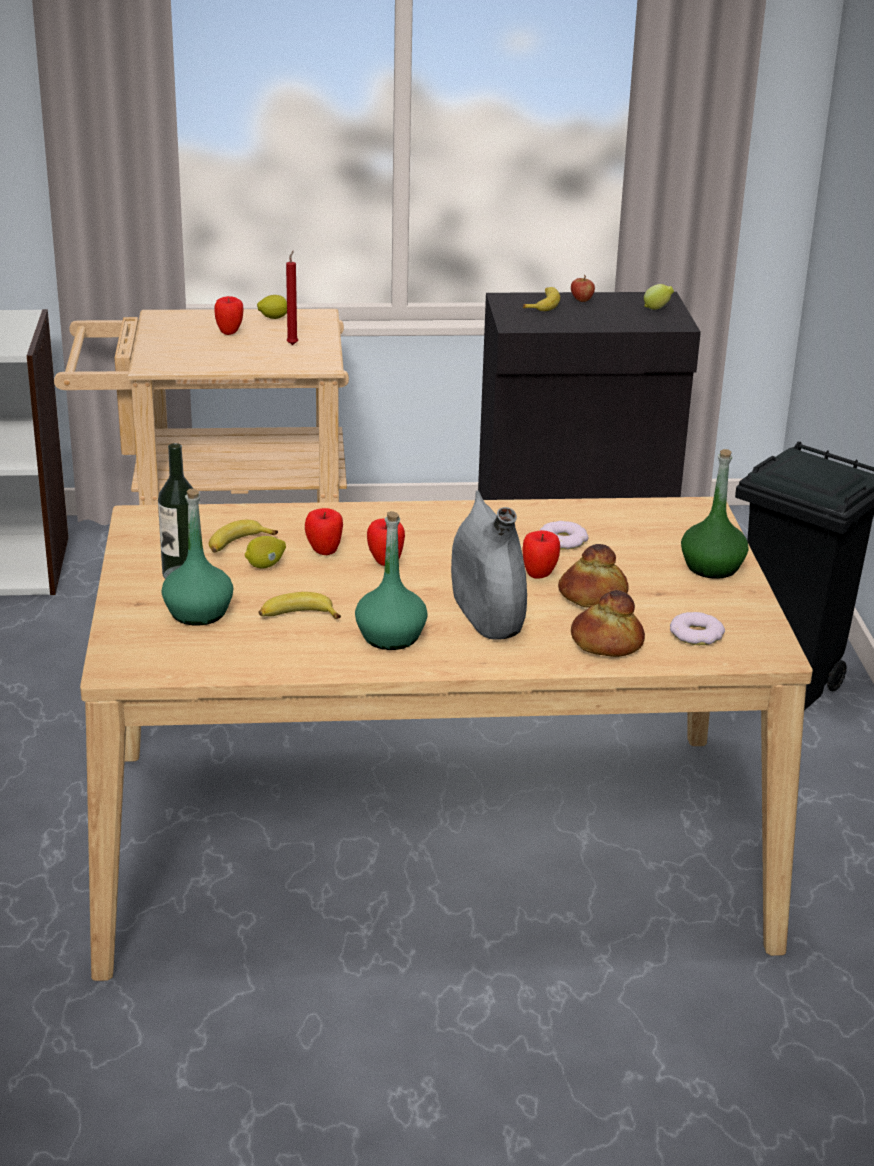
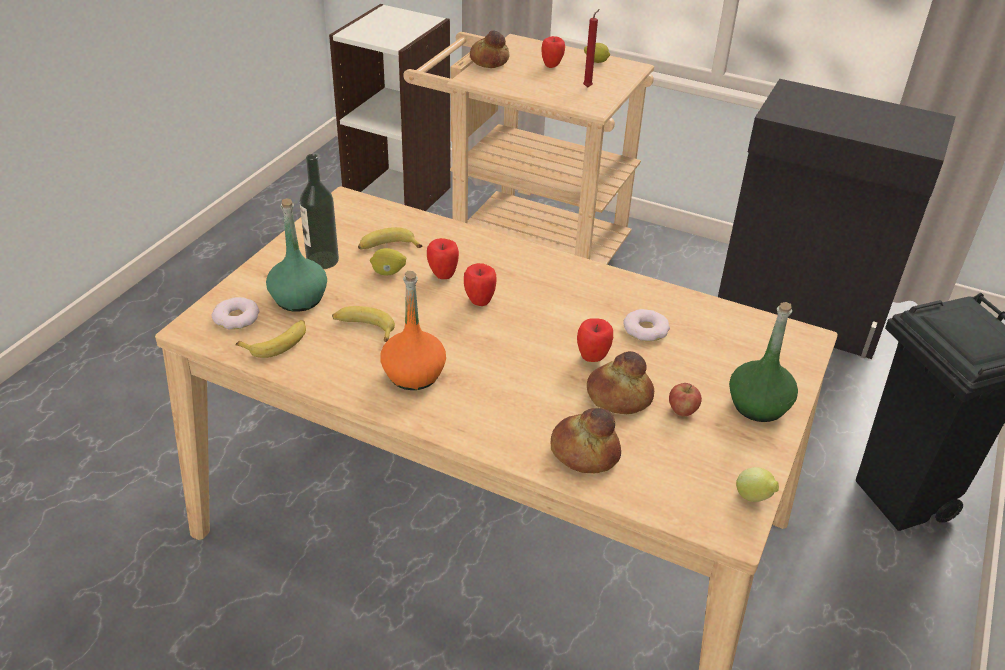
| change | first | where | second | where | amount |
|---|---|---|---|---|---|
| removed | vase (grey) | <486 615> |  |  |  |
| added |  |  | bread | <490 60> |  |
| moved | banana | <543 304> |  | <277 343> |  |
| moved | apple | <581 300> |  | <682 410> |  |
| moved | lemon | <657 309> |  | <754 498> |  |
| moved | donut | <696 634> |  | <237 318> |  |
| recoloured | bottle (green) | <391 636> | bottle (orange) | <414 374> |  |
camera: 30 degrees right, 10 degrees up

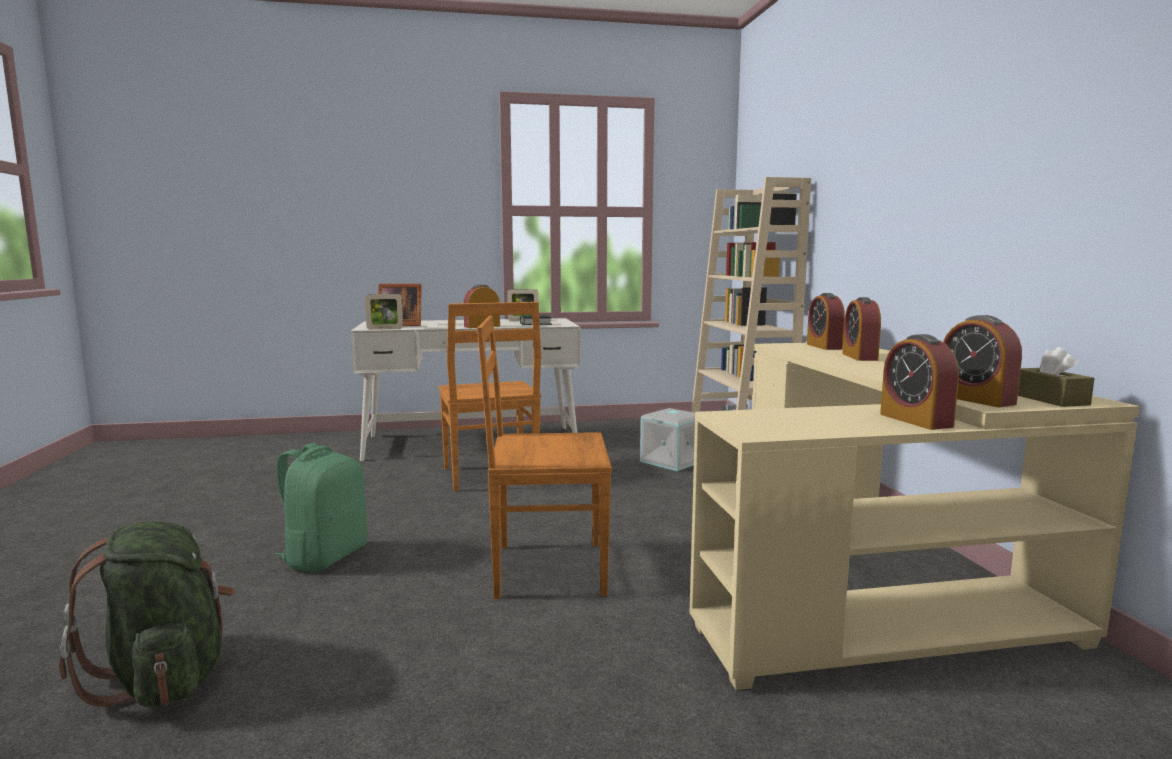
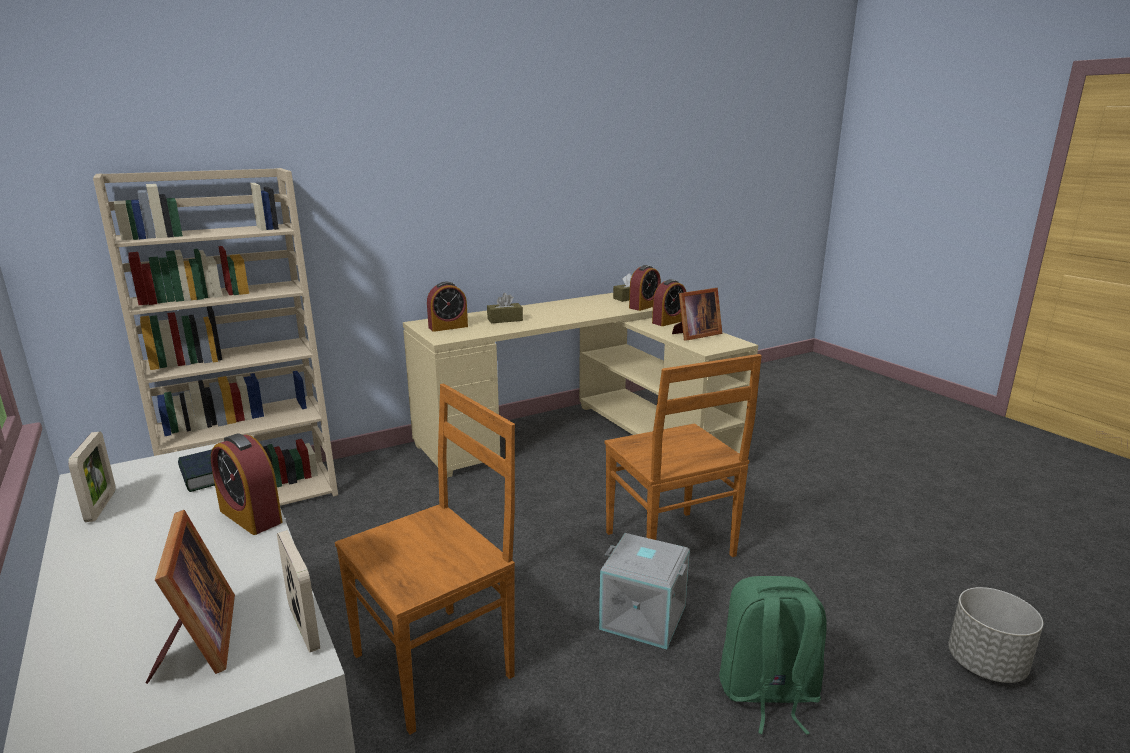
| change | first | where | second | where | amount |
|---|---|---|---|---|---|
| added |  |  | picture frame | <695 335> |  |
| moved | storage box (grey) | <672 461> |  | <644 616> |  |
| replaced | backpack (green) | <165 678> | planter (grey) | <986 665> |  |
| replaced | alarm clock | <859 357> | tissue box (brown) | <505 320> |  |
camera: 110 degrees left, 10 degrees up

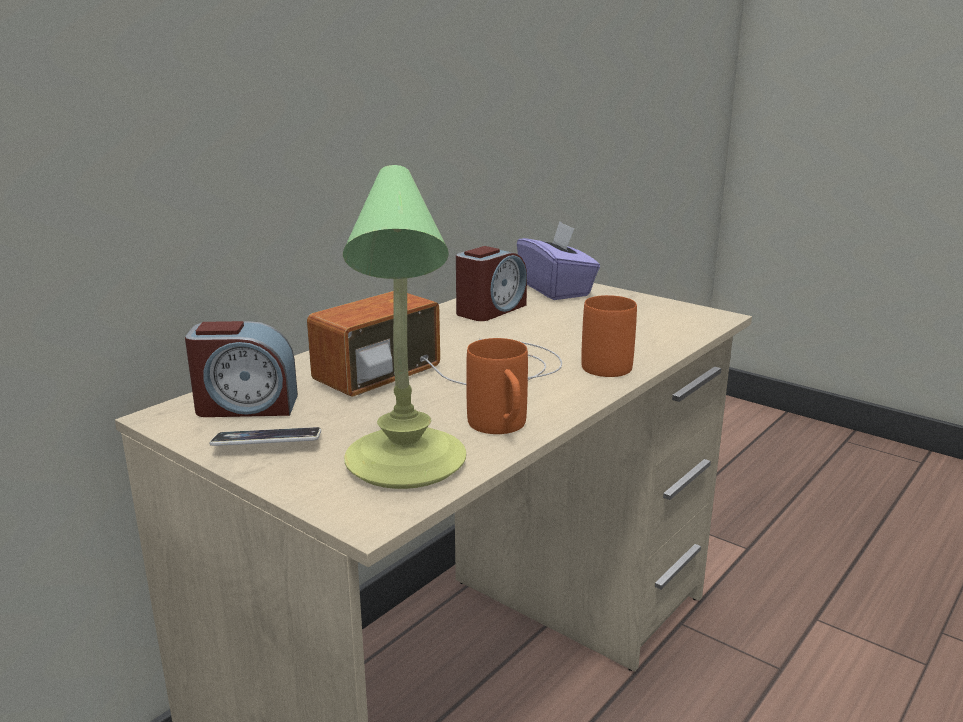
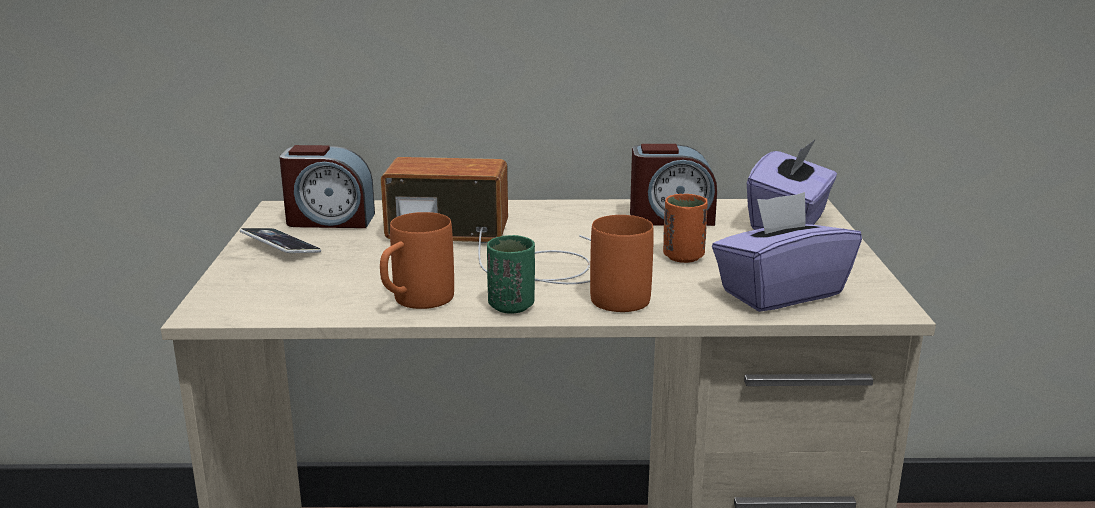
| change | first | where | second | where | amount |
|---|---|---|---|---|---|
| removed | table lamp | <404 464> |  |  |  |
| added |  |  | cup (green) | <511 306> |  |
| added |  |  | cup (orange) | <683 257> |  |
| added |  |  | tissue box (purple) | <780 293> |  |
| turned | alarm clock | <246 406> |  | <330 220> | 45 degrees counterclockwise |
camera: 50 degrees right, 0 degrees up

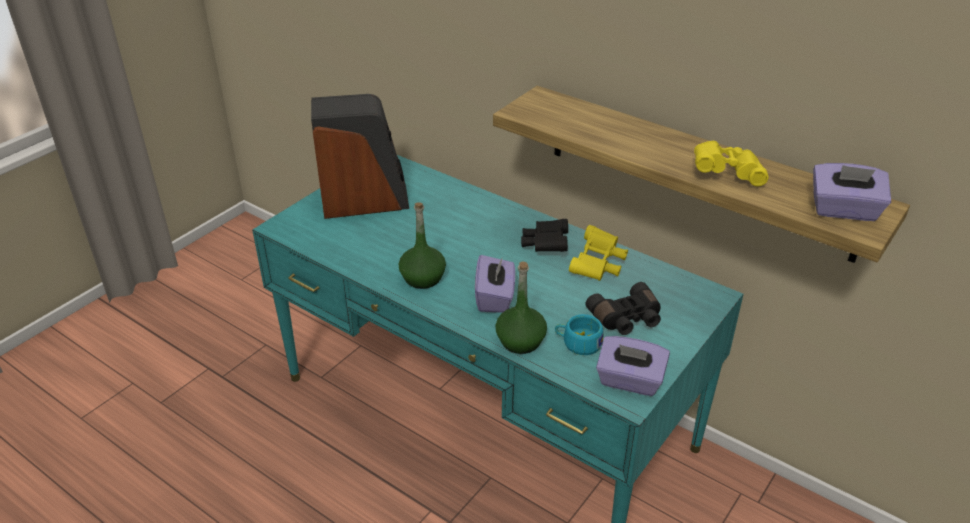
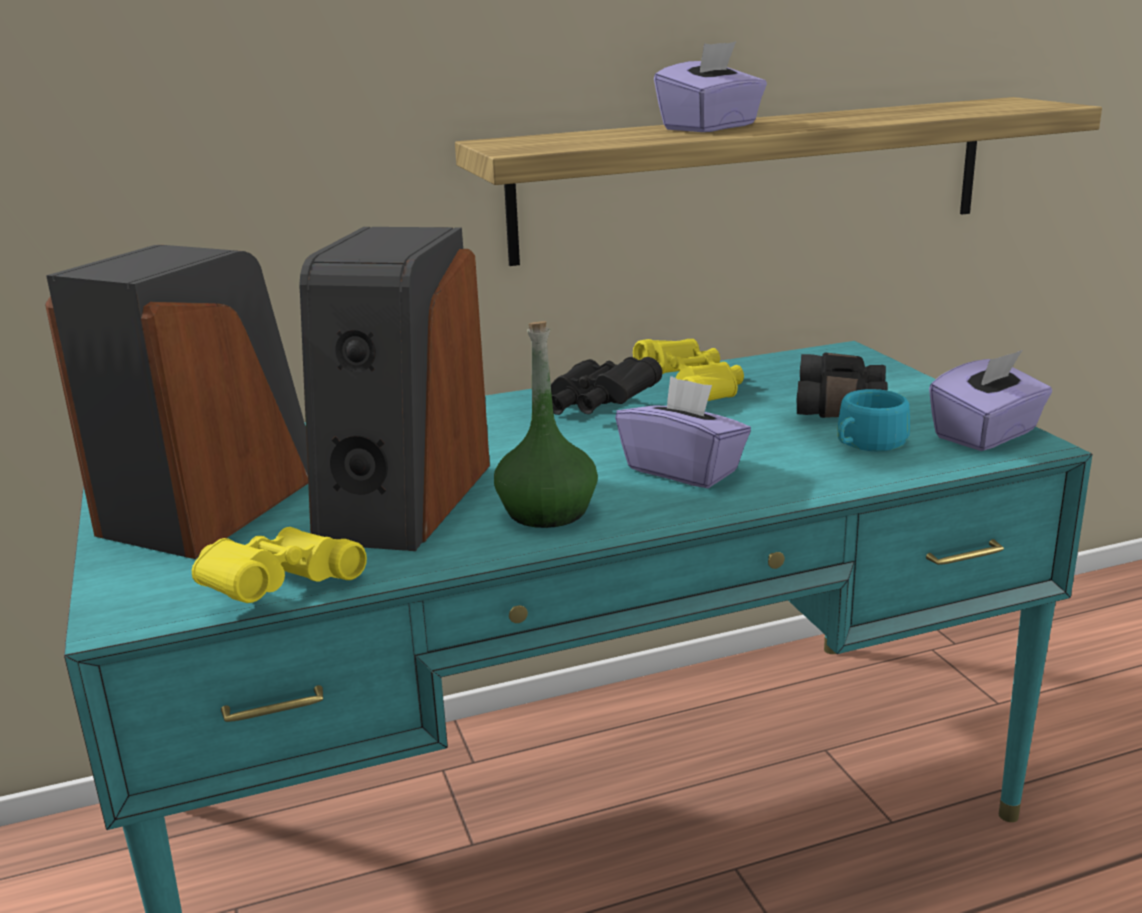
| change | first | where | second | where | amount |
|---|---|---|---|---|---|
| removed | bottle (green) | <521 341> |  |  |  |
| added |  |  | speaker | <402 500> |  |
| moved | binoculars (yellow) | <726 174> |  | <276 591> |  |
| moved | tissue box (purple) | <844 210> |  | <711 127> |  |
camera: 55 degrees left, 15 degrees down

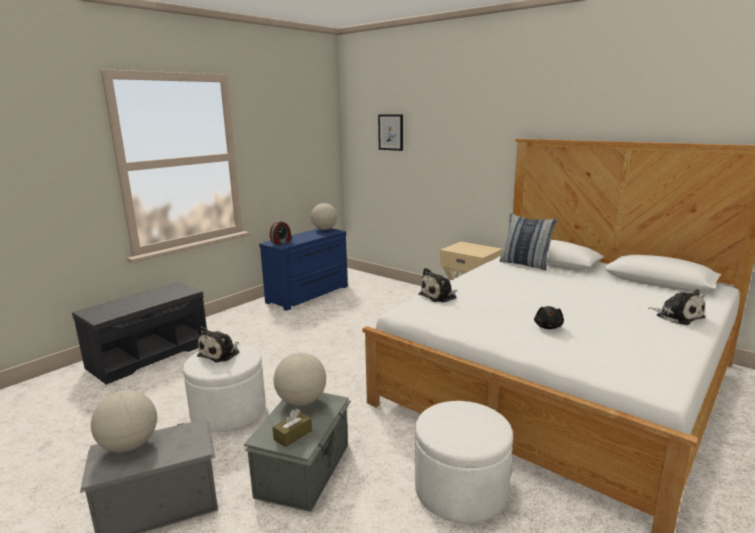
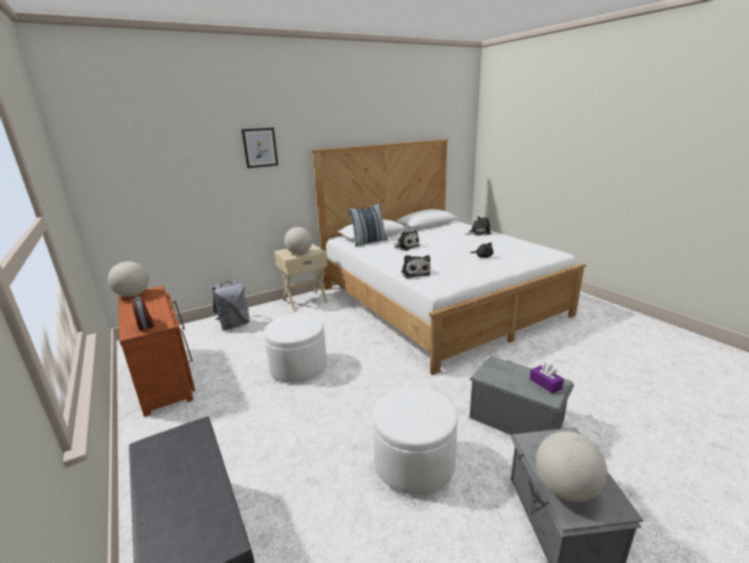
| change | first | where | second | where | amount |
|---|---|---|---|---|---|
| added |  |  | backpack (grey) | <234 325> |  |
| moved | plush toy | <221 353> |  | <406 246> |  |
| moved | globe | <301 401> |  | <299 253> |  |
| moved | picture | <391 132> |  | <260 147> |  |
| moved | ottoman (white) | <461 490> |  | <298 366> |  |
| recoloured | dresser (blue) | <309 295> | dresser (brown) | <166 377> |  |
| recoloured | tissue box (brown) | <293 435> | tissue box (purple) | <545 384> |  |
camera: 70 degrees left, 5 degrees up

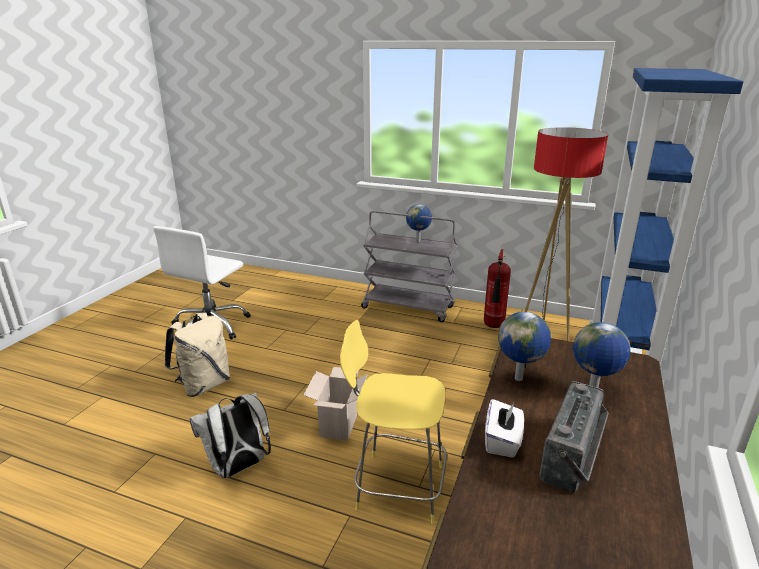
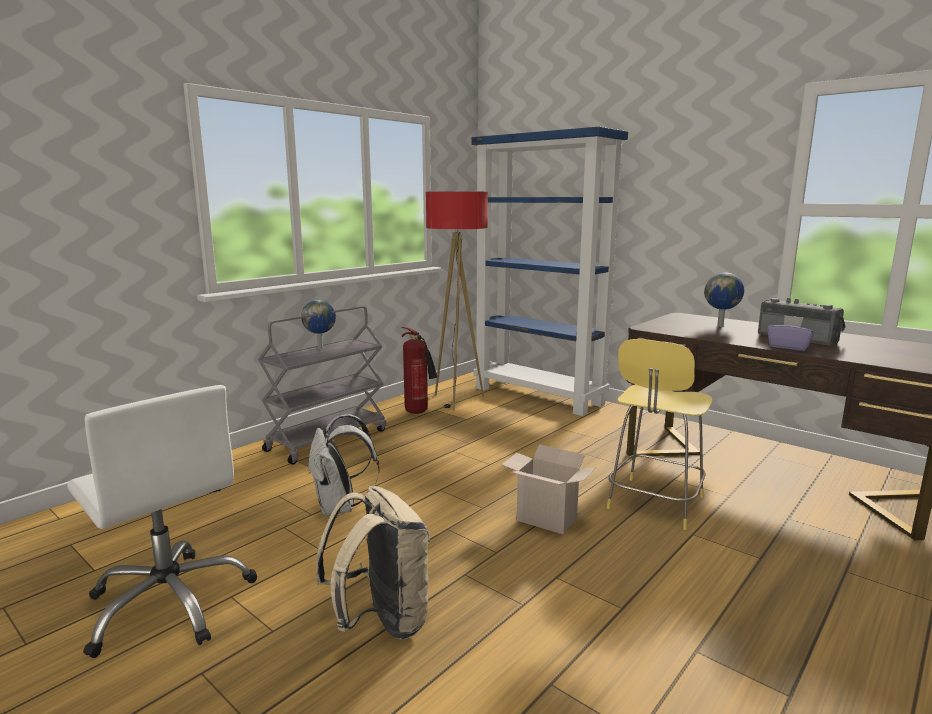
| change | first | where | second | where | amount |
|---|---|---|---|---|---|
| removed | globe | <519 379> |  |  |  |
| moved | backpack (white) | <238 468> |  | <340 507> |  |
| recoloured | tissue box (white) | <502 441> | tissue box (purple) | <788 347> |  |
camera: 70 degrees left, 10 degrees down

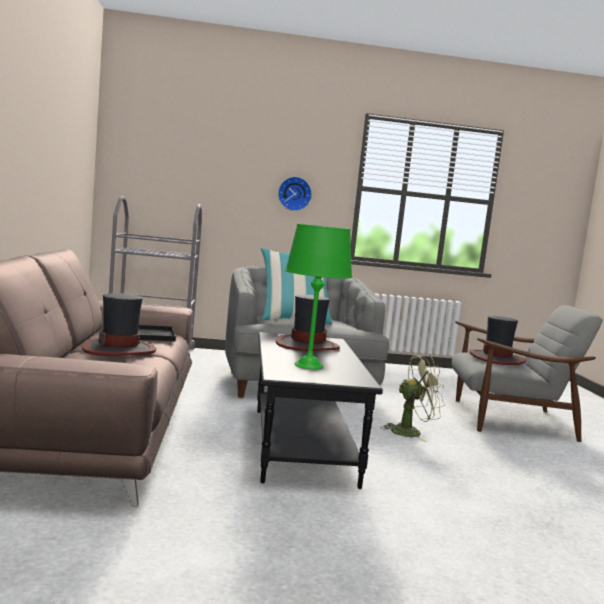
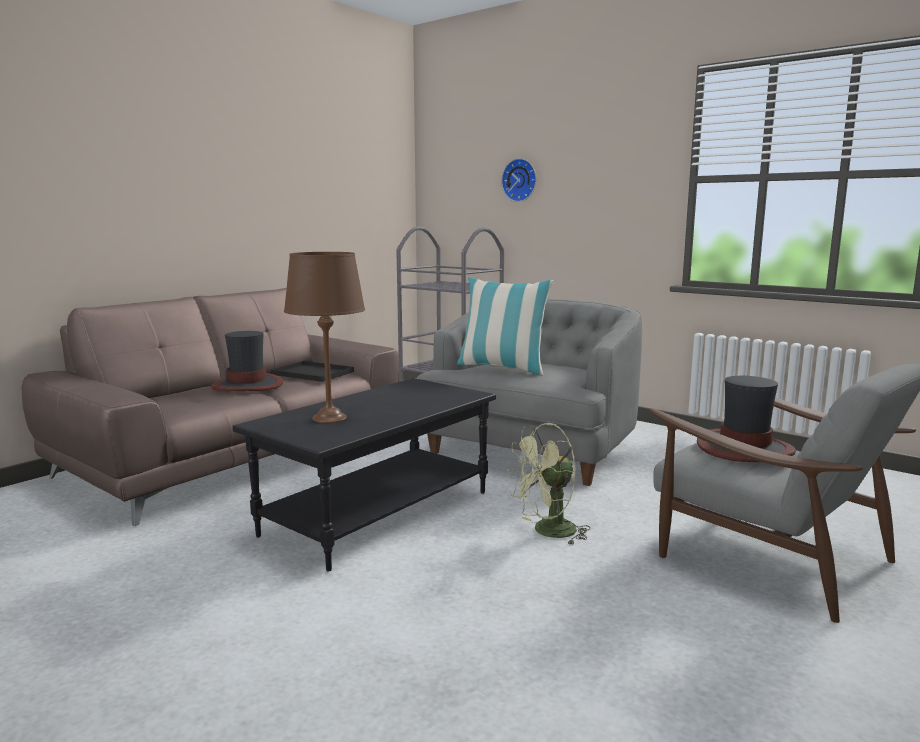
| change | first | where | second | where | amount |
|---|---|---|---|---|---|
| removed | hat | <307 345> |  |  |  |
| moved | wall clock | <294 194> |  | <520 180> |  |
| recoloured | table lamp (green) | <309 365> | table lamp (brown) | <330 418> |  |
| turned | fan (green) | <411 432> |  | <547 532> | 120 degrees clockwise |
camera: 45 degrees right, 5 degrees up

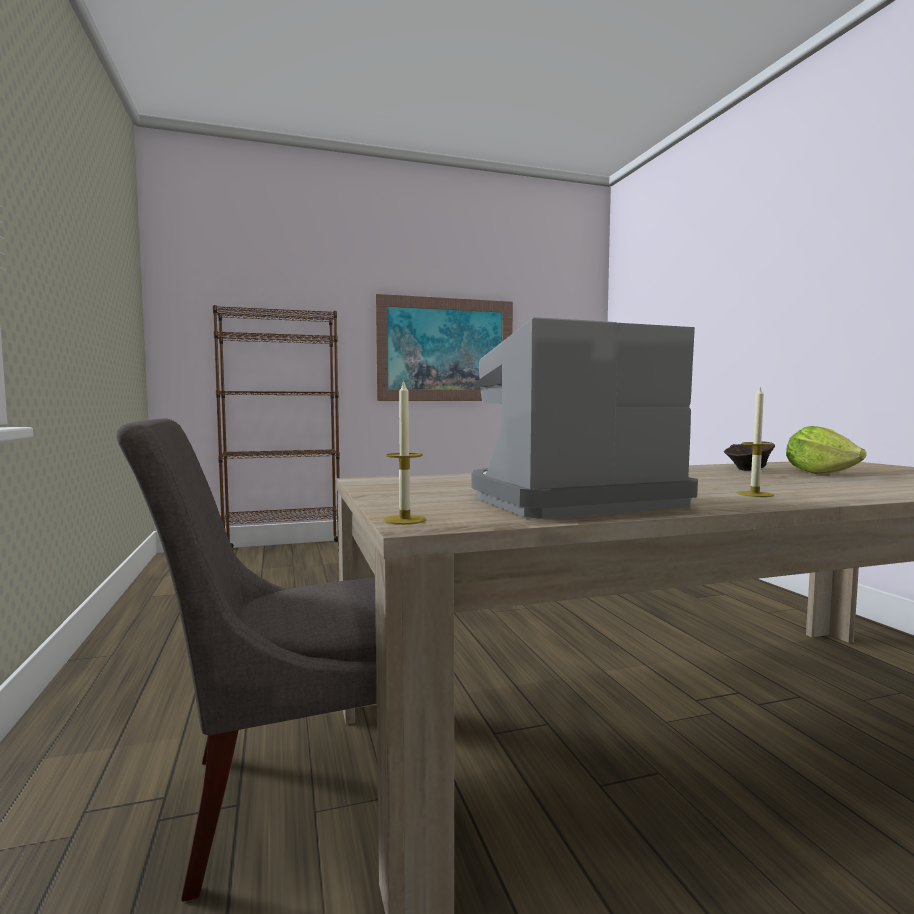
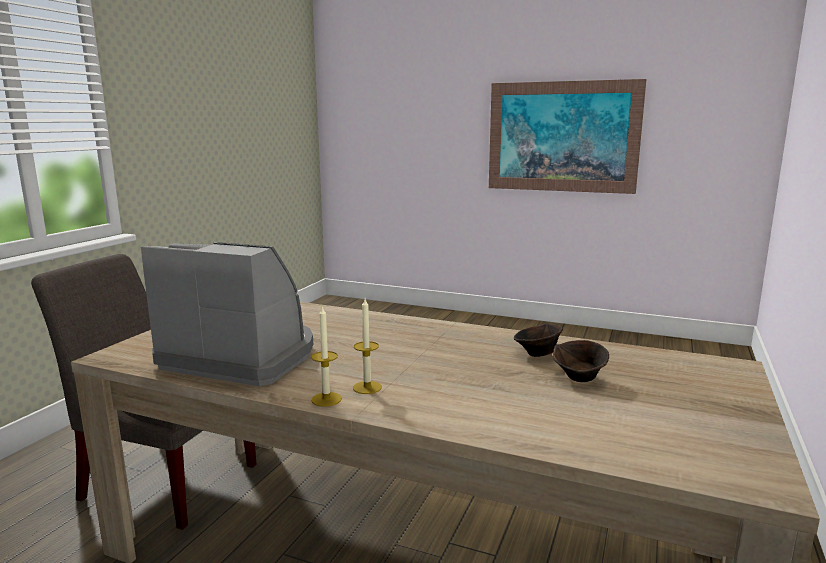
| change | first | where | second | where | amount |
|---|---|---|---|---|---|
| removed | bookcase (brown) | <283 551> |  |  |  |
| moved | candle | <404 520> |  | <326 399> |  |
| replaced | lettuce | <819 473> | bowl (brown) | <579 378> |  |
camera: 40 degrees right, 10 degrees up

